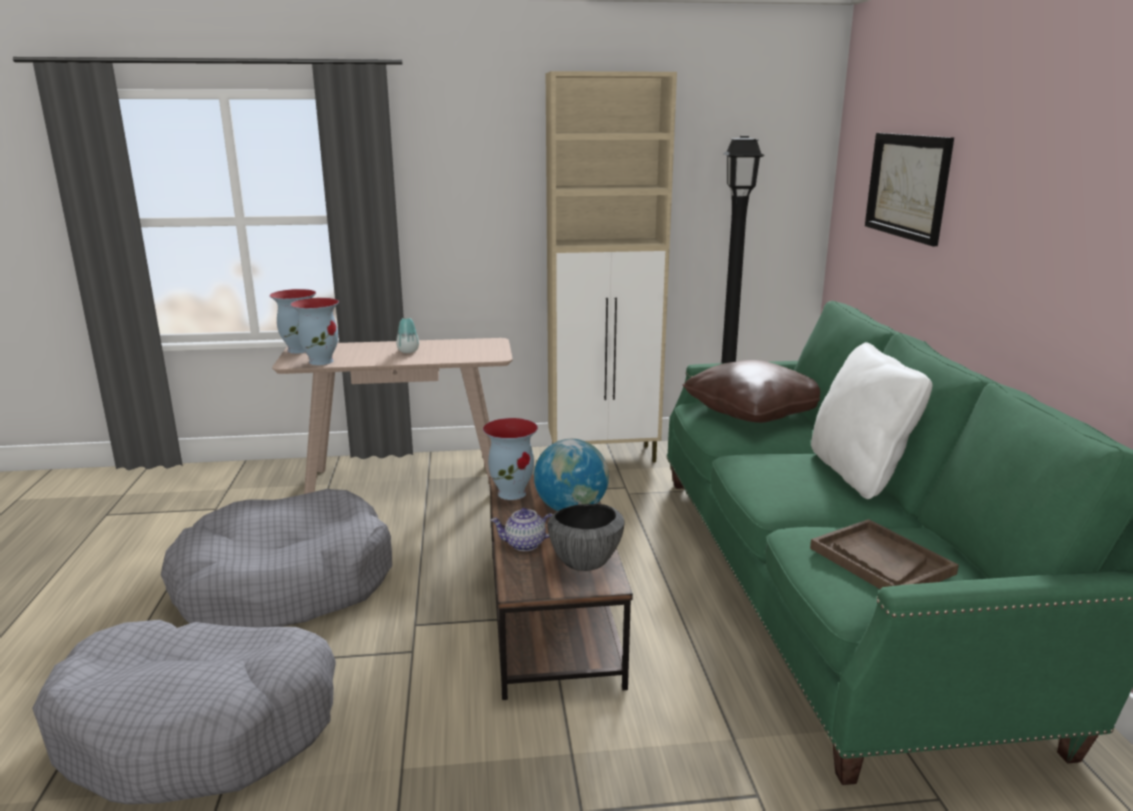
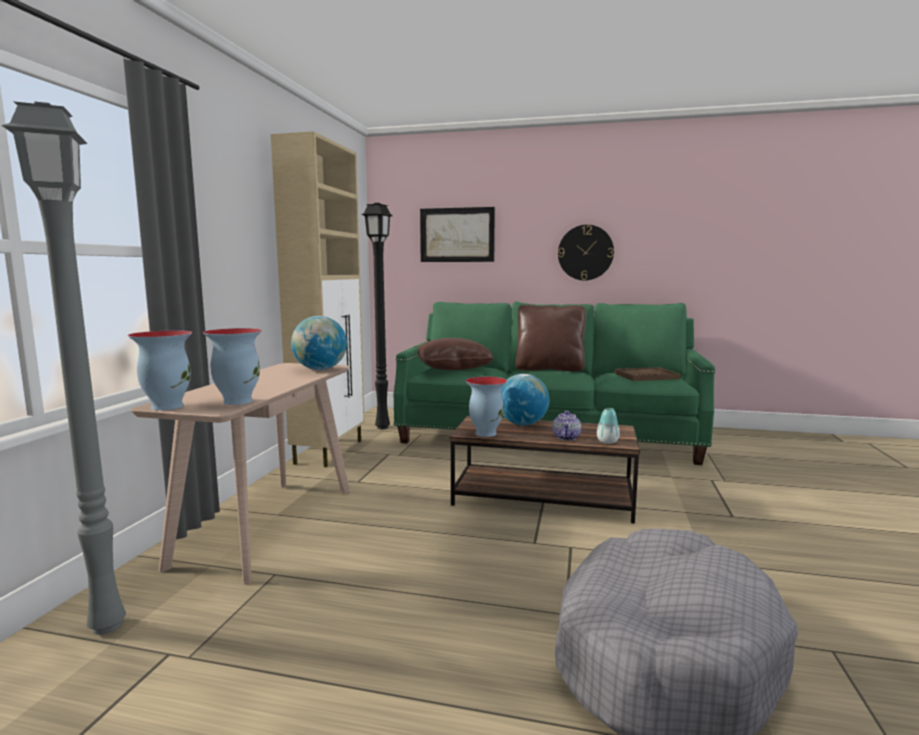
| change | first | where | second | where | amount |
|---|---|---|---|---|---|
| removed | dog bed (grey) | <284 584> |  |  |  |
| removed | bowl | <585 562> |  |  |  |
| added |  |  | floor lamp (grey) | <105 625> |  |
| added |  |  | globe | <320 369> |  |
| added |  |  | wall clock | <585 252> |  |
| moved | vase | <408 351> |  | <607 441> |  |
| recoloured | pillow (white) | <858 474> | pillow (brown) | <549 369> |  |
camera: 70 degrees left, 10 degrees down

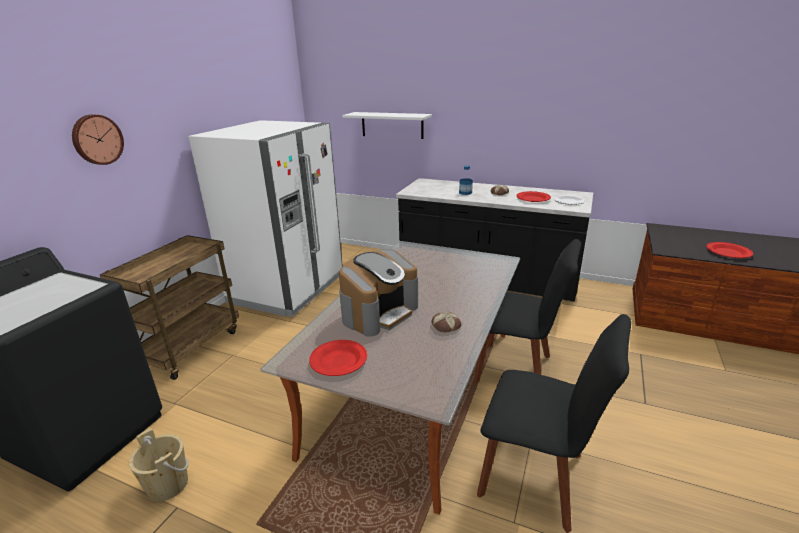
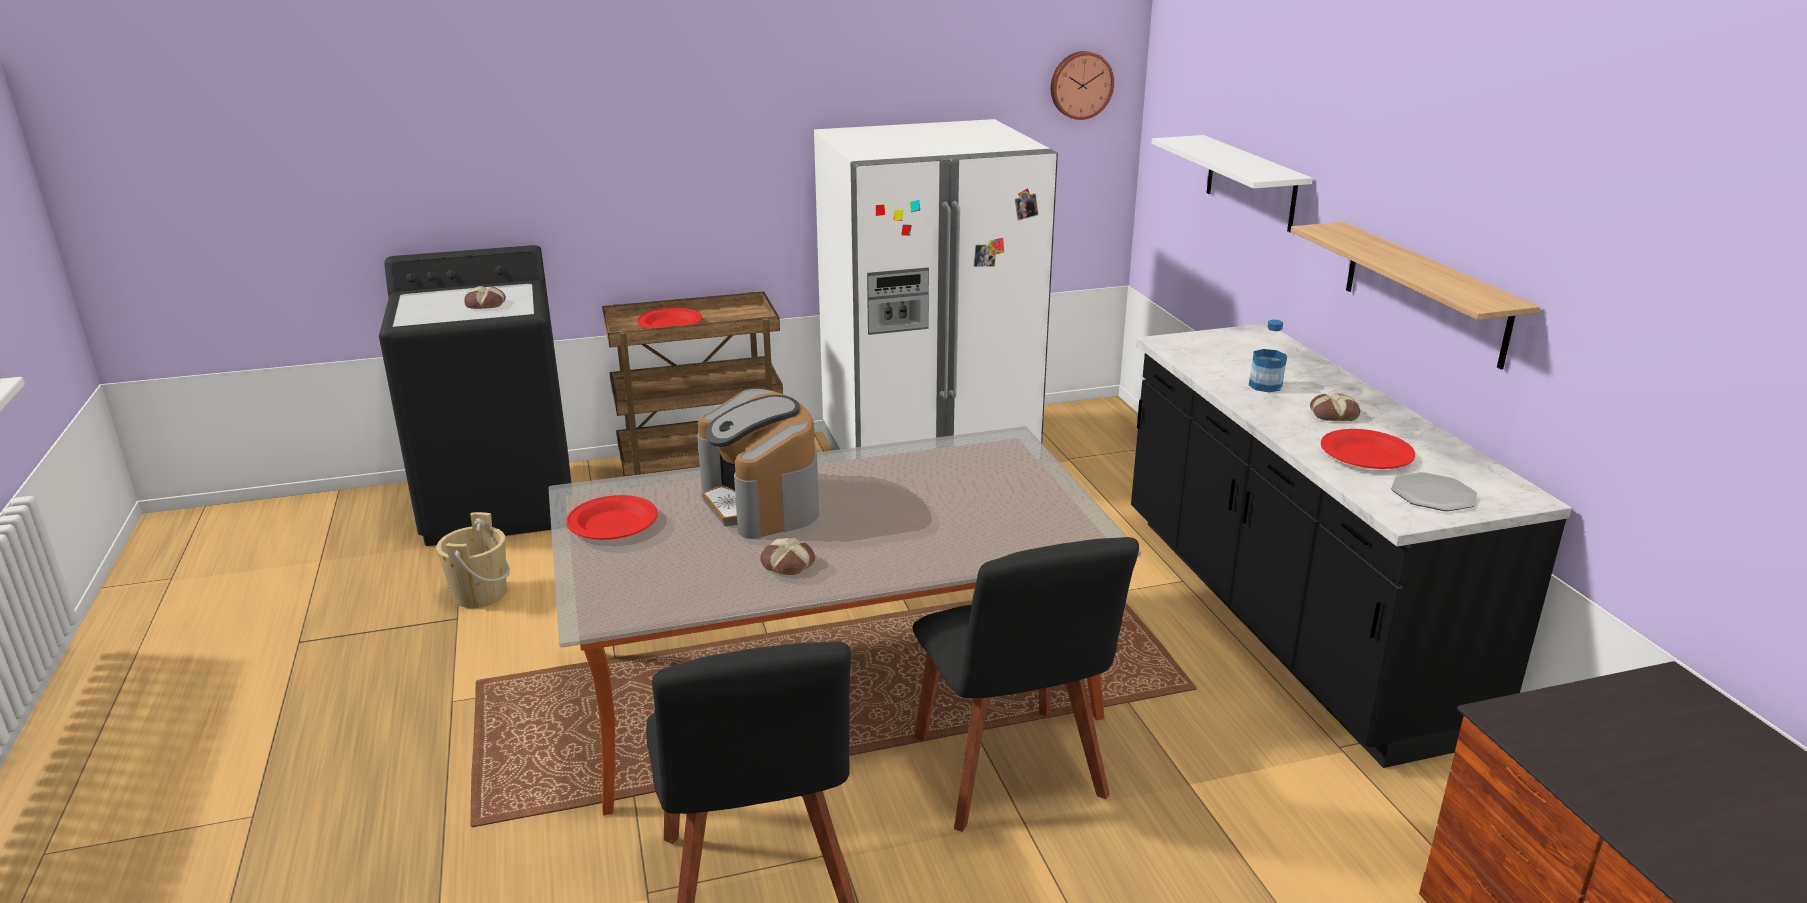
| change | first | where | second | where | amount |
|---|---|---|---|---|---|
| added |  |  | bread | <485 304> |  |
| added |  |  | shelf | <1425 293> |  |
| moved | wall clock | <97 139> |  | <1080 85> |  |
| moved | plate (red) | <727 252> |  | <670 324> |  |
| turned | coffee machine | <379 312> |  | <762 502> | 60 degrees clockwise |
camera: 50 degrees right, 0 degrees up

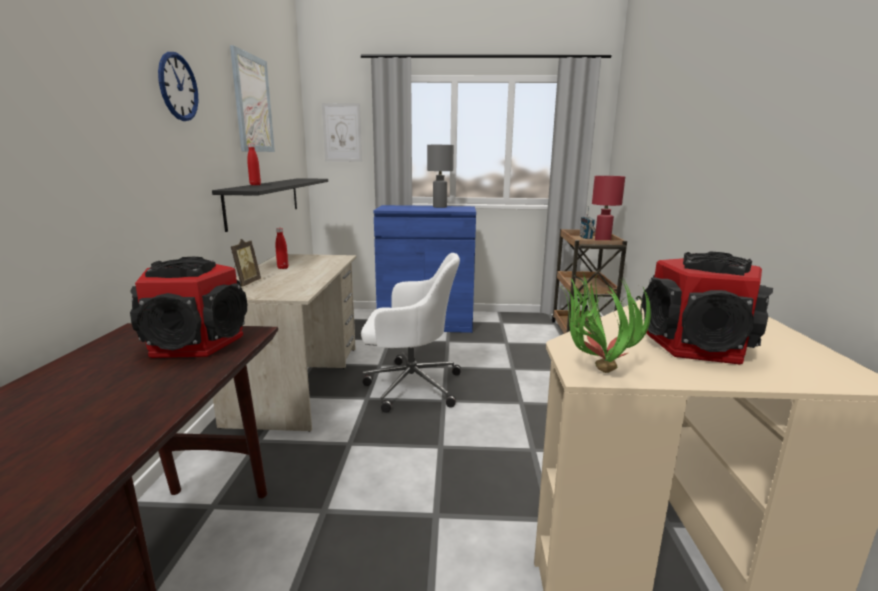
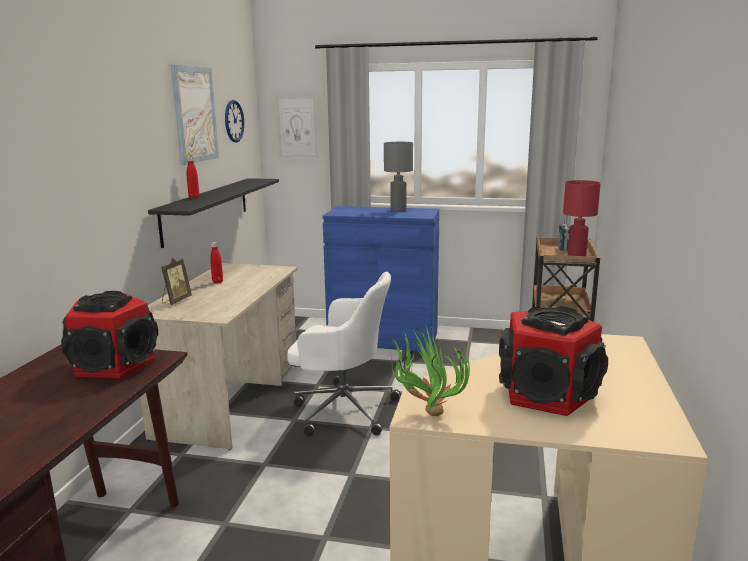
| change | first | where | second | where | amount |
|---|---|---|---|---|---|
| moved | wall clock | <178 87> |  | <234 121> |  |
camera: 10 degrees right, 0 degrees up

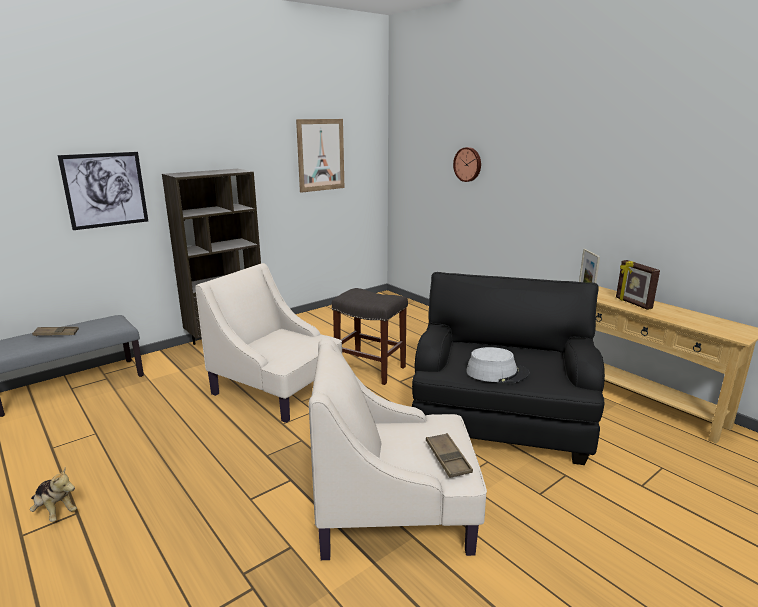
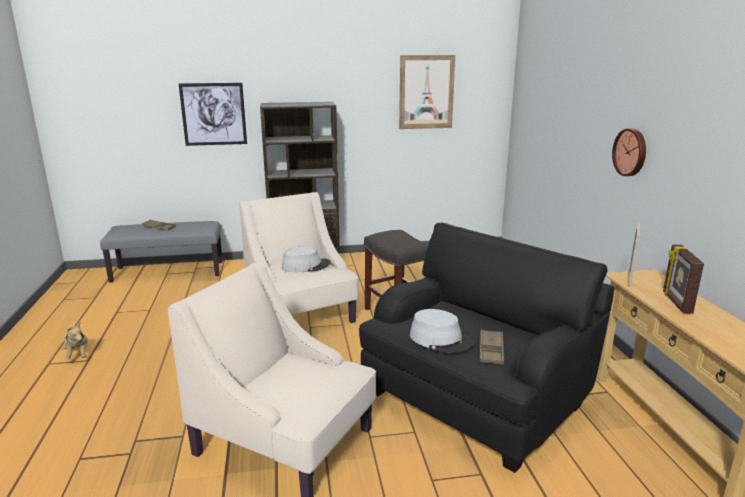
| change | first | where | second | where | amount |
|---|---|---|---|---|---|
| added |  |  | hat (grey) | <306 266> |  |
| moved | tray (brown) | <448 458> |  | <491 350> |  |
| moved | wall clock | <468 164> |  | <631 152> |  |
camera: 30 degrees right, 0 degrees up

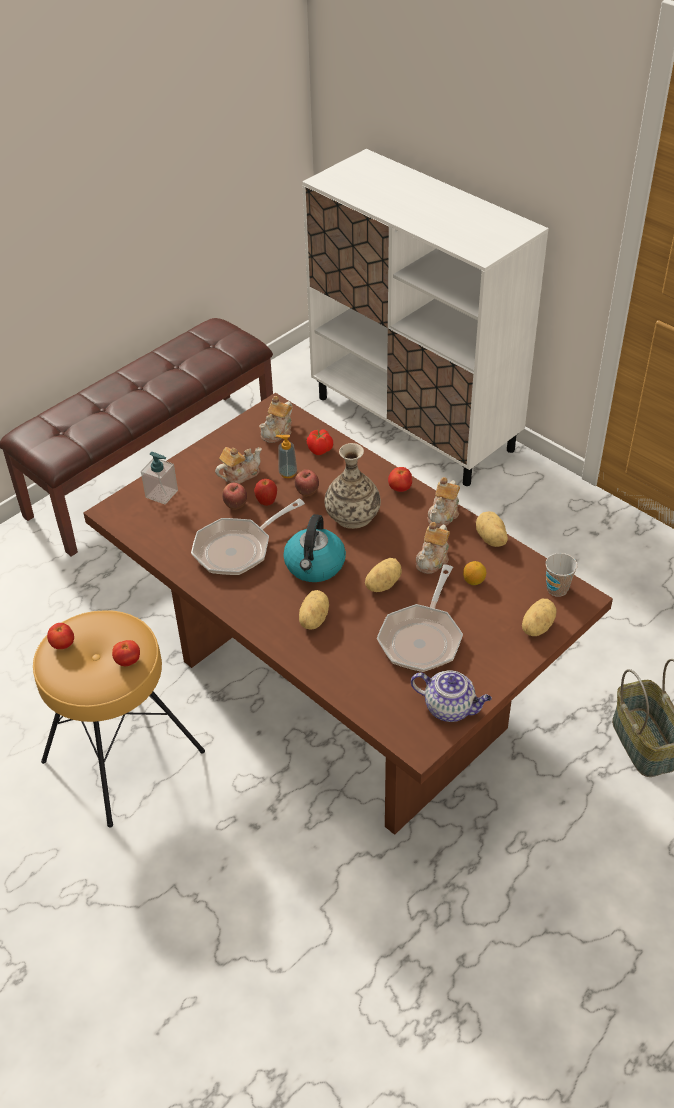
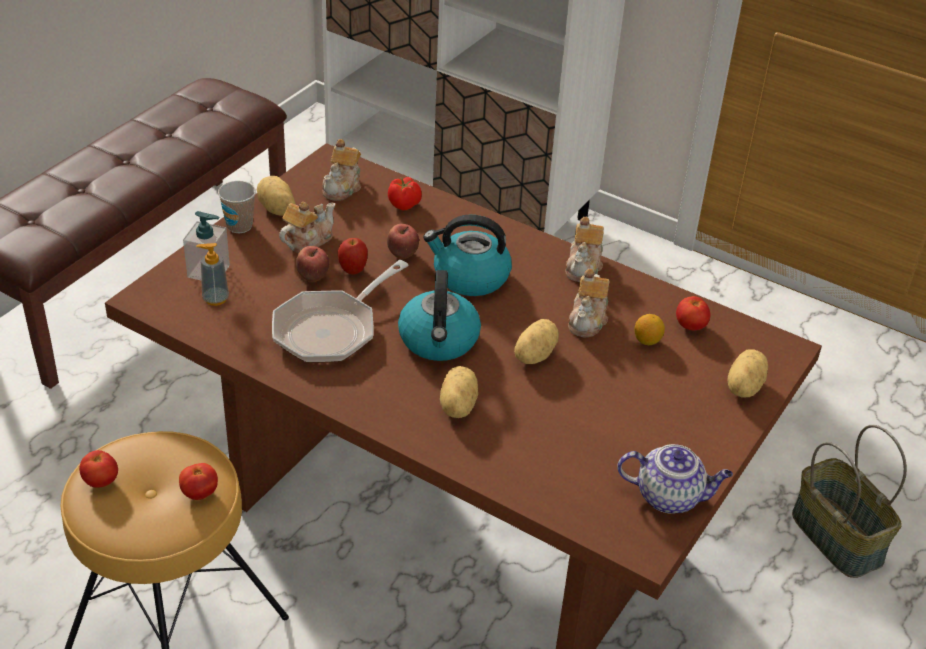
| change | first | where | second | where | amount |
|---|---|---|---|---|---|
| removed | frying pan | <422 638> |  |  |  |
| moved | soap dispenser | <288 473> |  | <215 299> |  |
| moved | tomato | <400 488> |  | <690 326> |  |
| moved | potato | <490 539> |  | <276 210> |  |
| moved | cup | <557 589> |  | <239 226> |  |
| replaced | vase | <353 515> | kettle | <469 277> |  |
camera: 15 degrees left, 5 degrees down

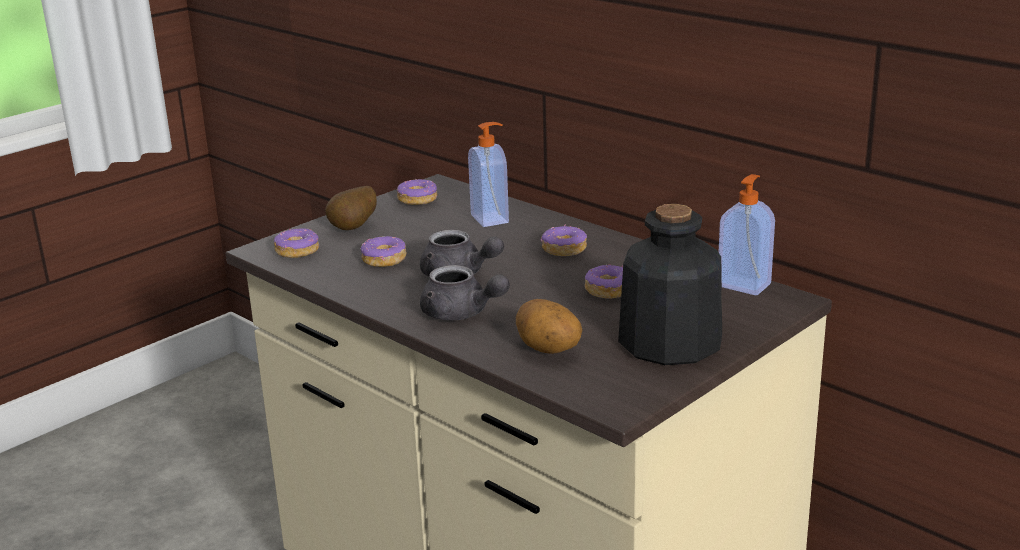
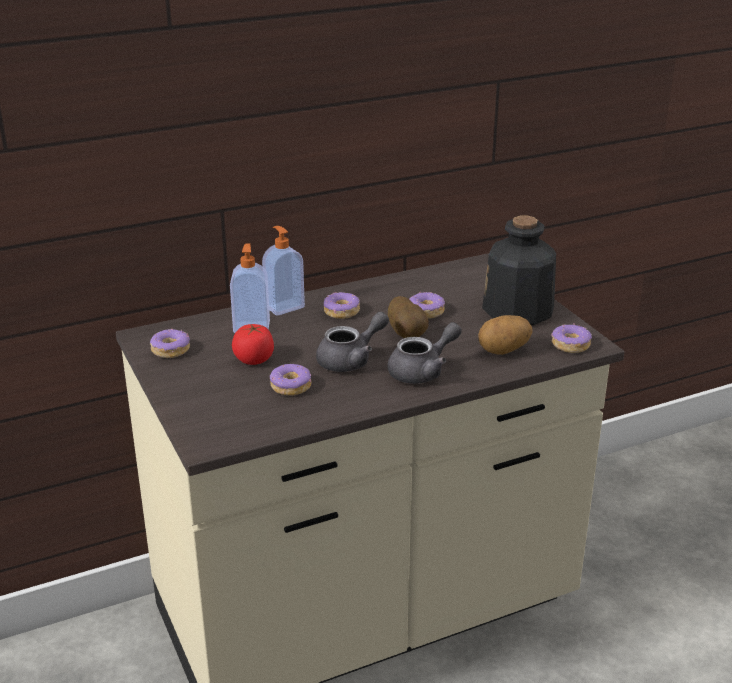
| change | first | where | second | where | amount |
|---|---|---|---|---|---|
| added |  |  | tomato | <254 359> |  |
| moved | donut | <297 251> |  | <570 345> |  |
| moved | potato | <354 228> |  | <408 335> |  |
| moved | soap dispenser | <744 285> |  | <284 307> |  |
camera: 70 degrees left, 5 degrees up

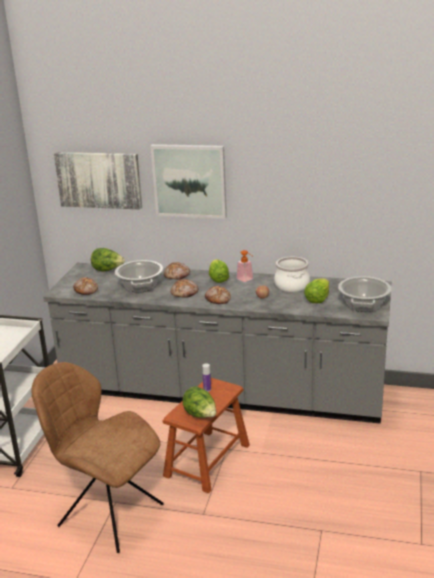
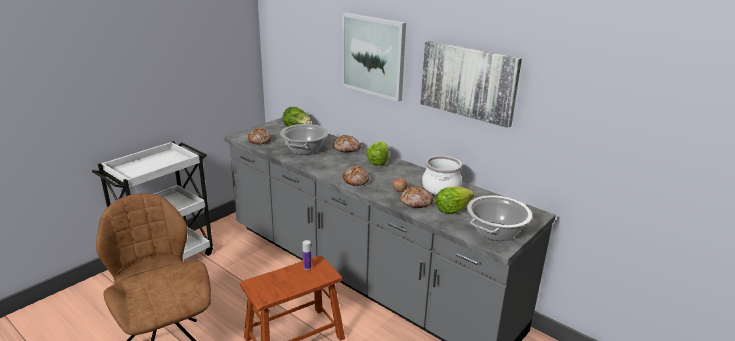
| change | first | where | second | where | amount |
|---|---|---|---|---|---|
| removed | lettuce | <200 415> |  |  |  |
| removed | soap dispenser | <247 280> |  |  |  |
| moved | picture | <99 179> |  | <468 82> |  |
| moved | bread | <185 293> |  | <416 202> |  |
camera: 25 degrees right, 0 degrees up

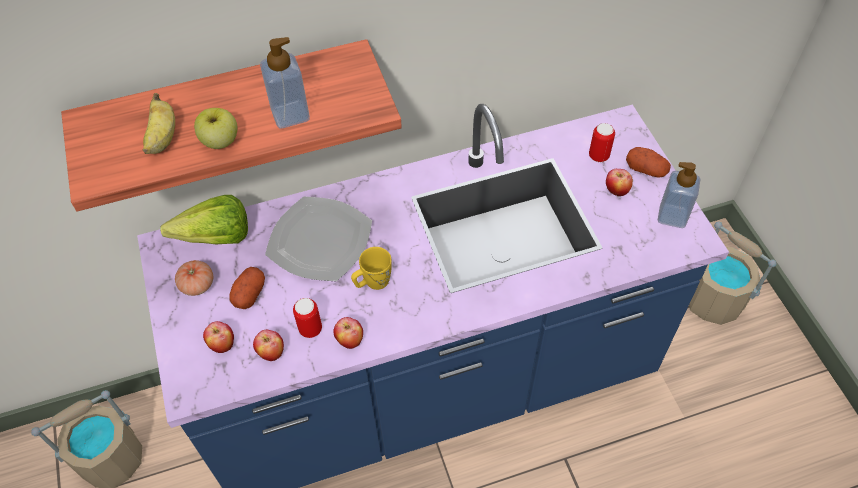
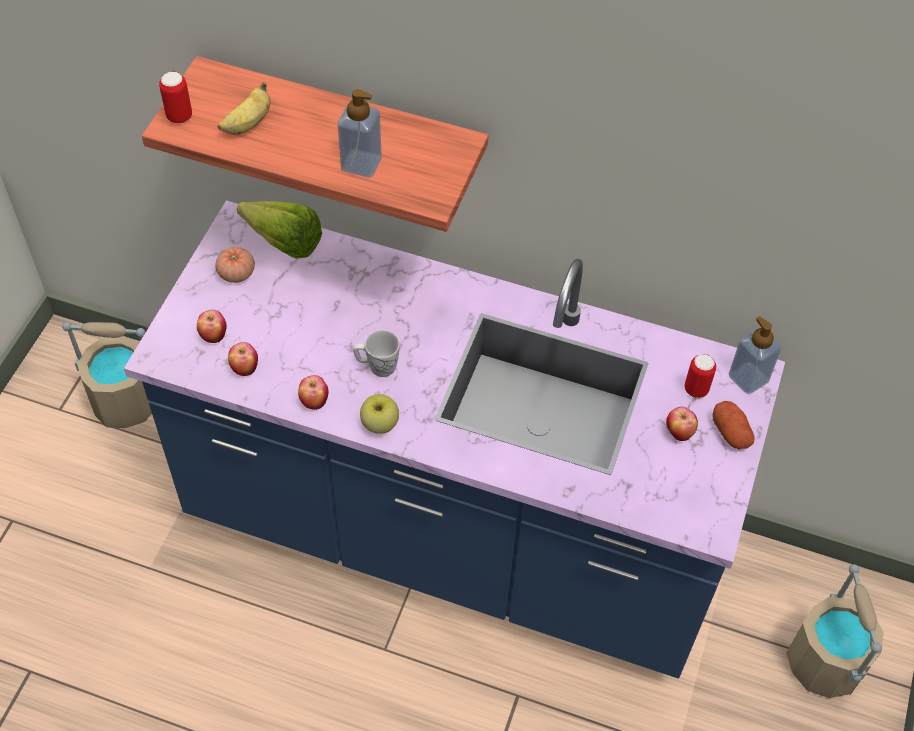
| change | first | where | second | where | amount |
|---|---|---|---|---|---|
| removed | potato | <249 293> |  |  |  |
| removed | plate | <319 241> |  |  |  |
| moved | apple | <220 141> |  | <379 424> |  |
| moved | can | <310 329> |  | <179 116> |  |
| moved | soap dispenser | <672 216> |  | <748 378> |  |
| recoloured | mug (yellow) | <372 282> | mug (white) | <377 366> |  |
camera: 35 degrees right, 0 degrees up

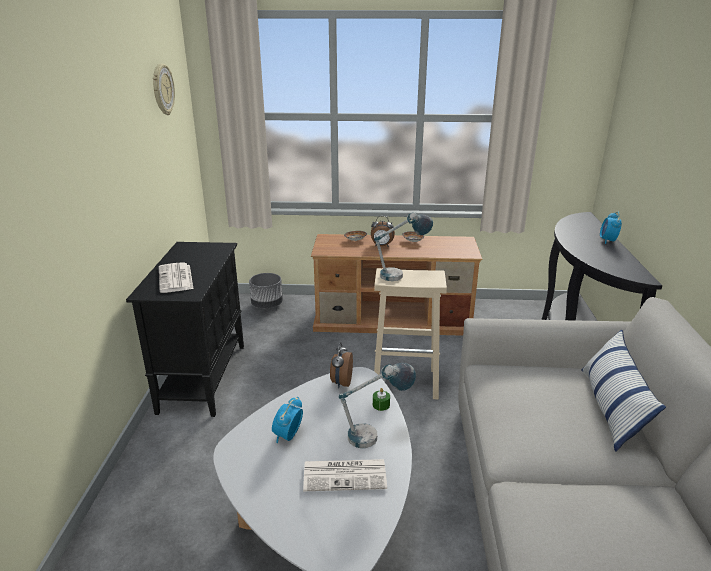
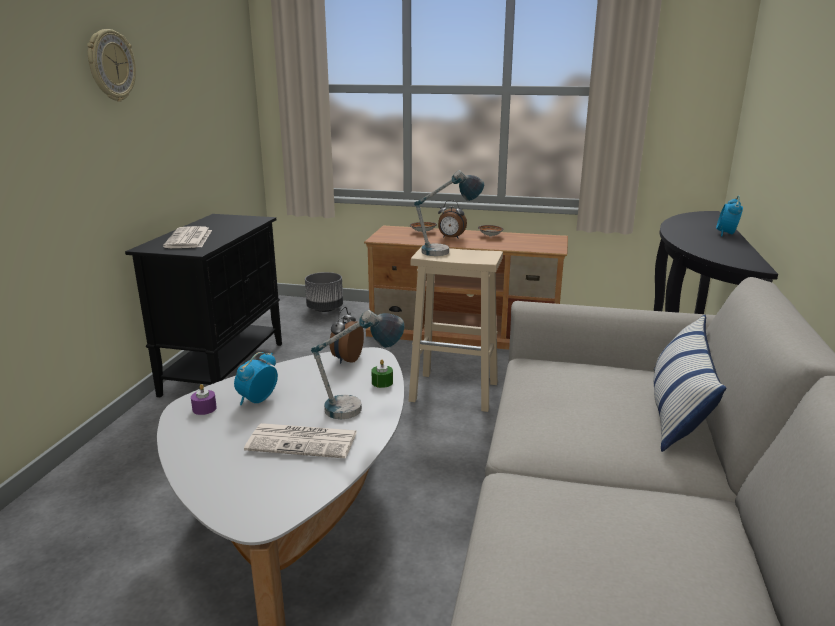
| change | first | where | second | where | amount |
|---|---|---|---|---|---|
| added |  |  | candle (purple) | <204 408> |  |
| moved | wall clock | <162 89> |  | <111 65> |  |
camera: 10 degrees right, 5 degrees down

